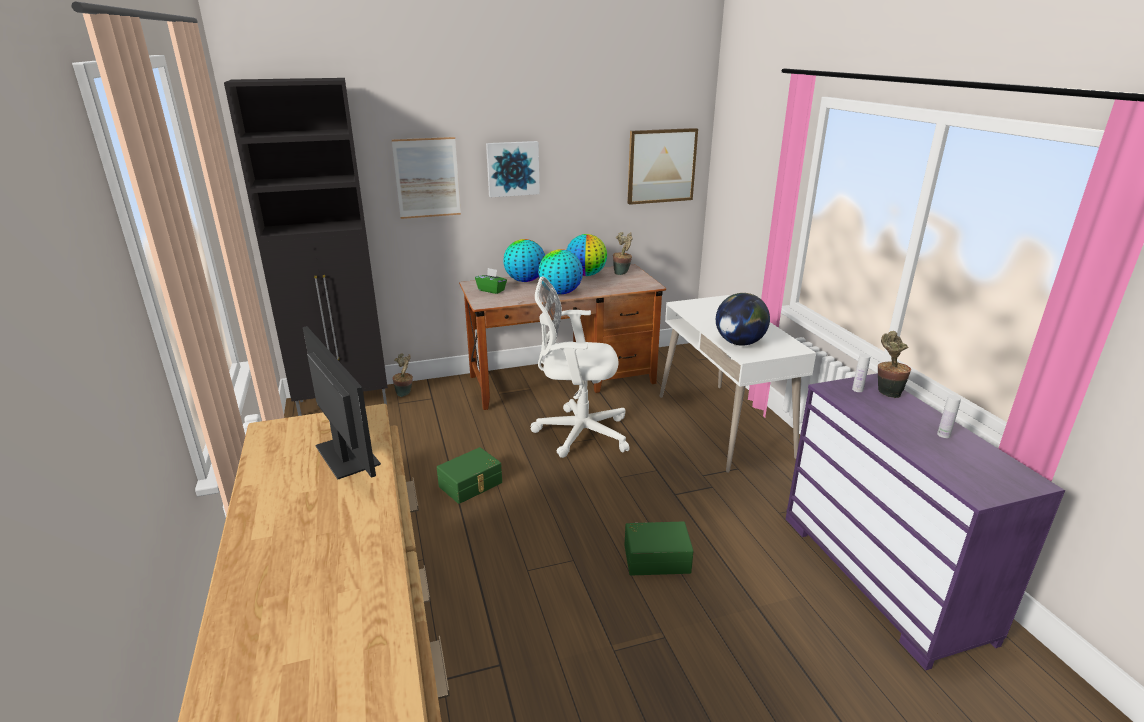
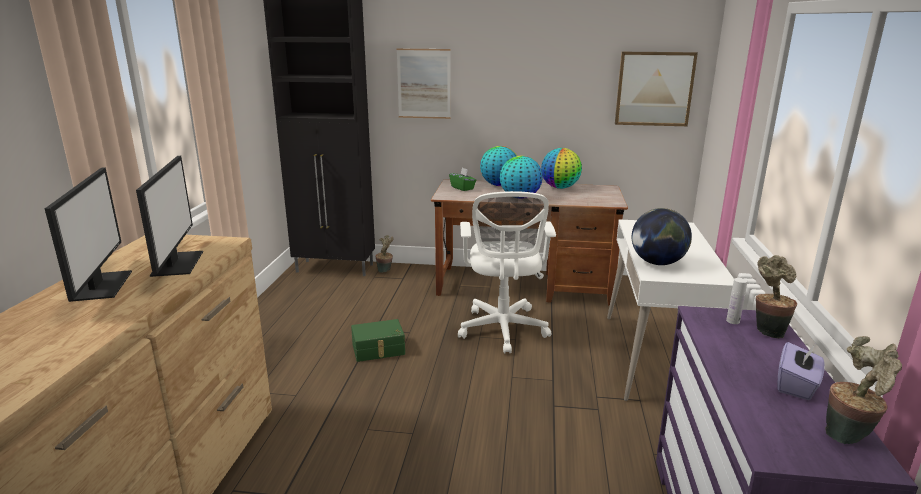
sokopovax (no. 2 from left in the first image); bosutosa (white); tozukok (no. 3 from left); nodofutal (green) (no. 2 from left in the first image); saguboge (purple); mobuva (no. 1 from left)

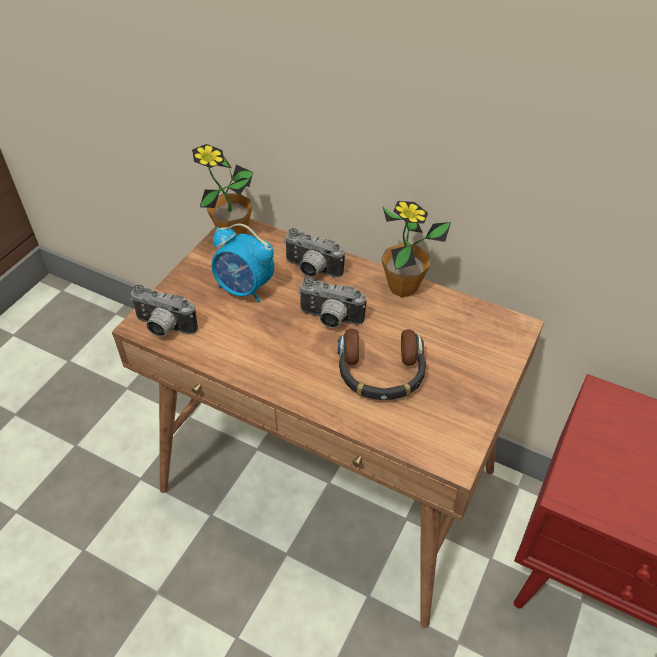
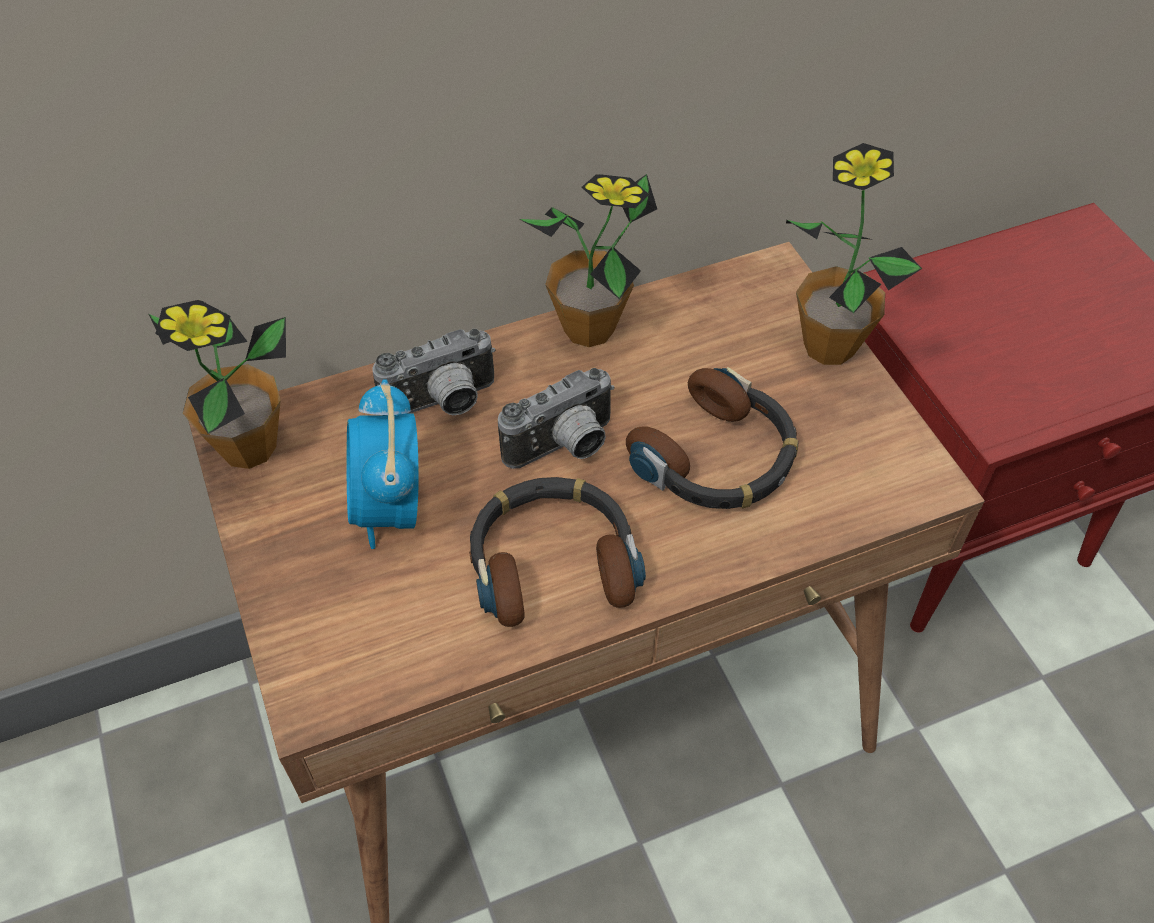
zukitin (no. 1 from left in the first image); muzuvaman; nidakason (no. 1 from left); tozukok (no. 3 from left)

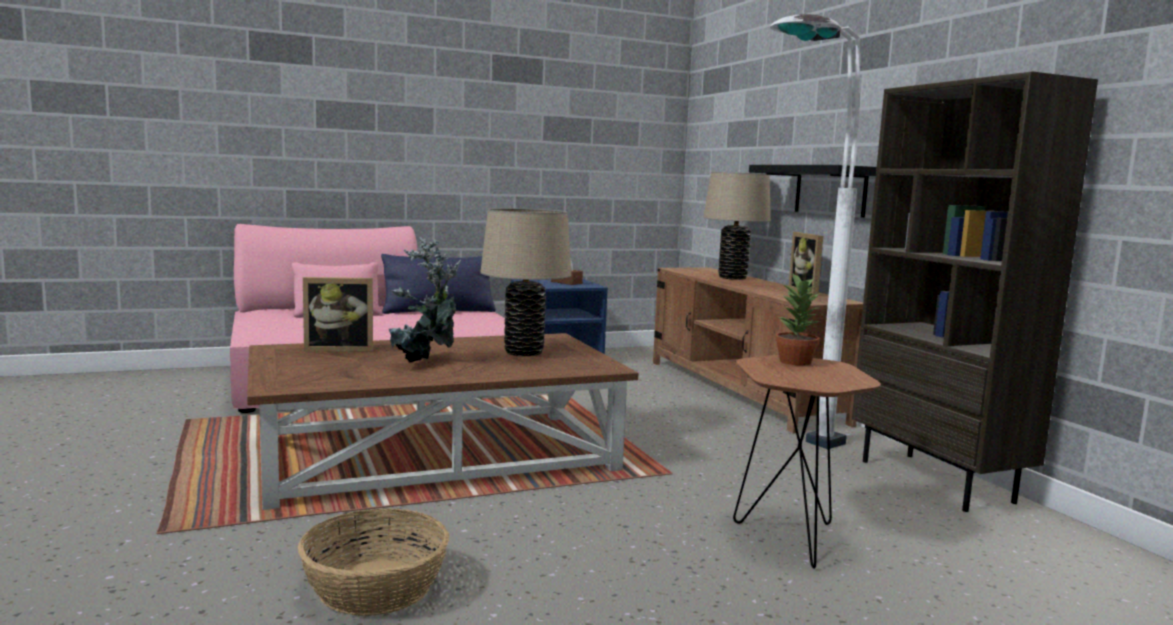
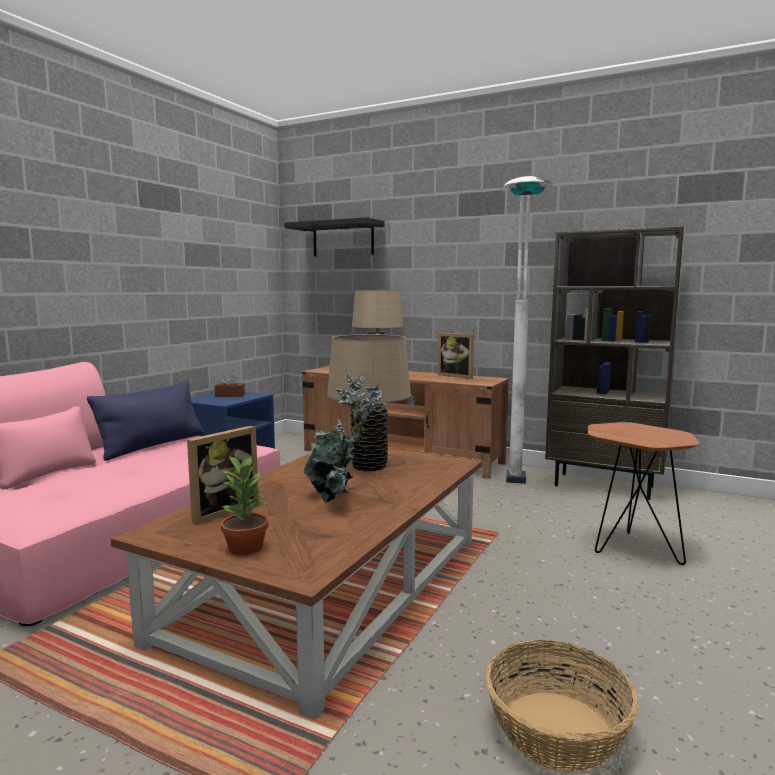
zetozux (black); tozukok (no. 1 from left)

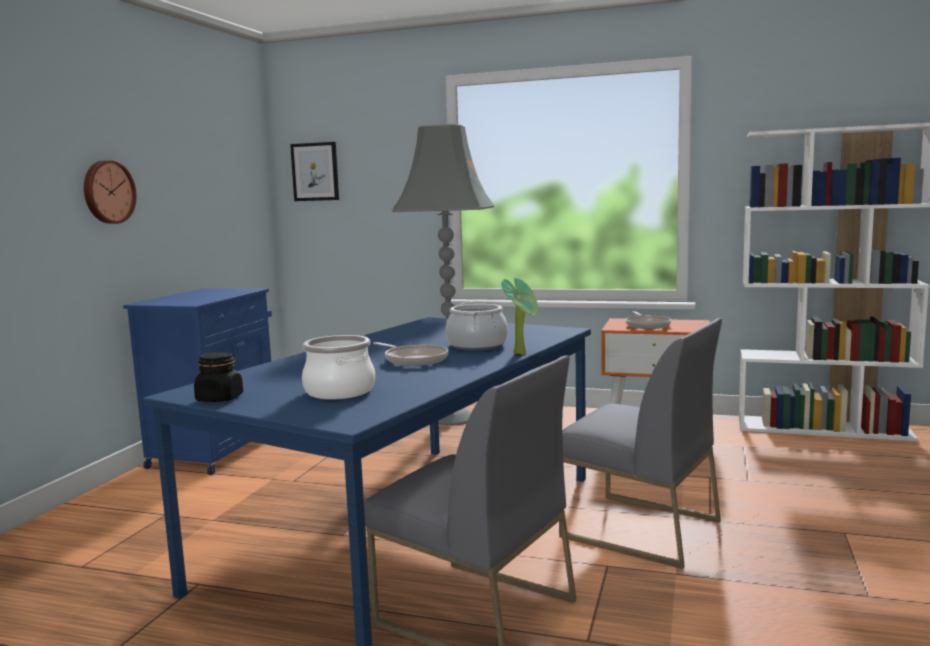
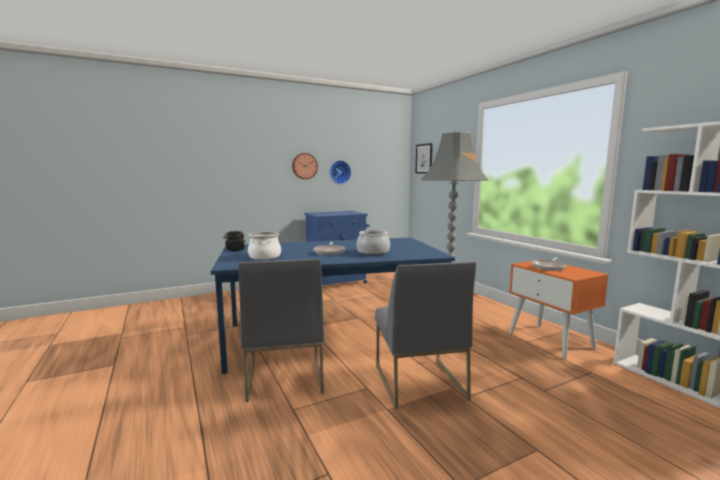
tozukok; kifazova (no. 2 from left)

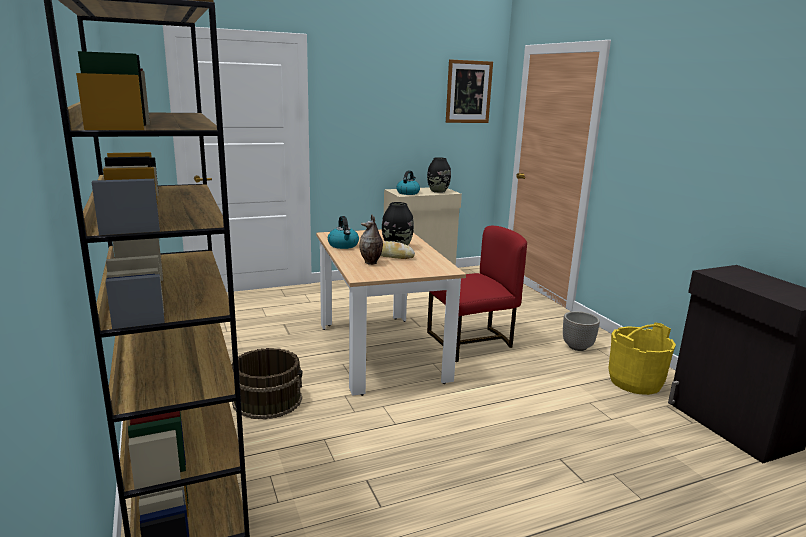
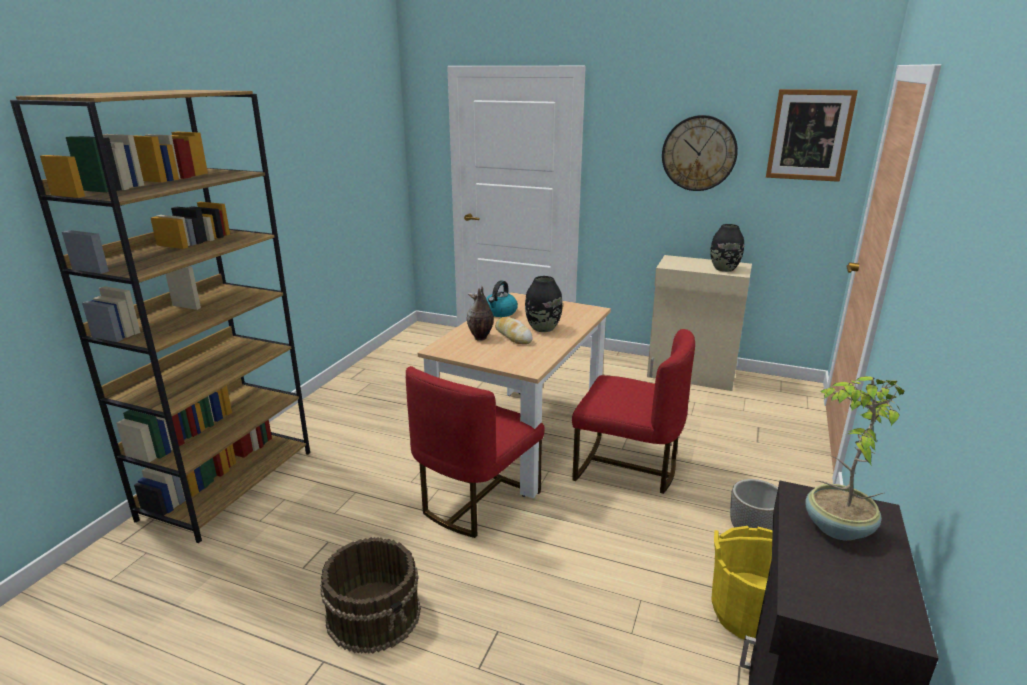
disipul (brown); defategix (no. 2 from left in the first image); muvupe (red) (no. 1 from left); kifazova; tozukok

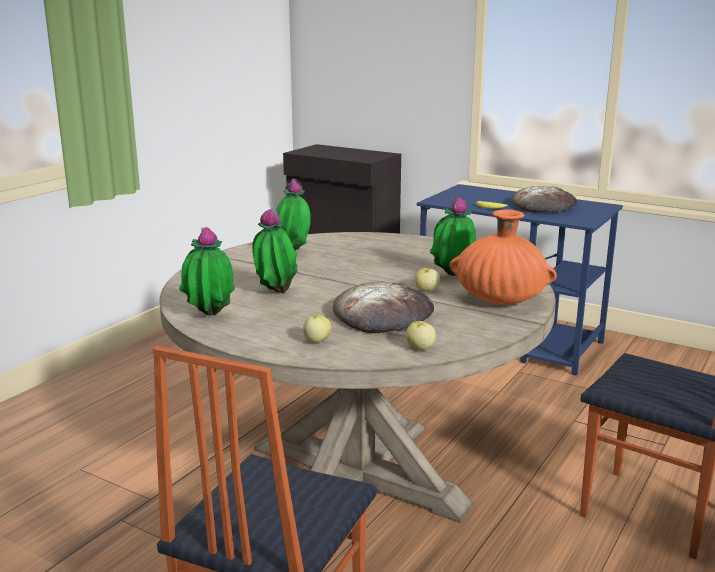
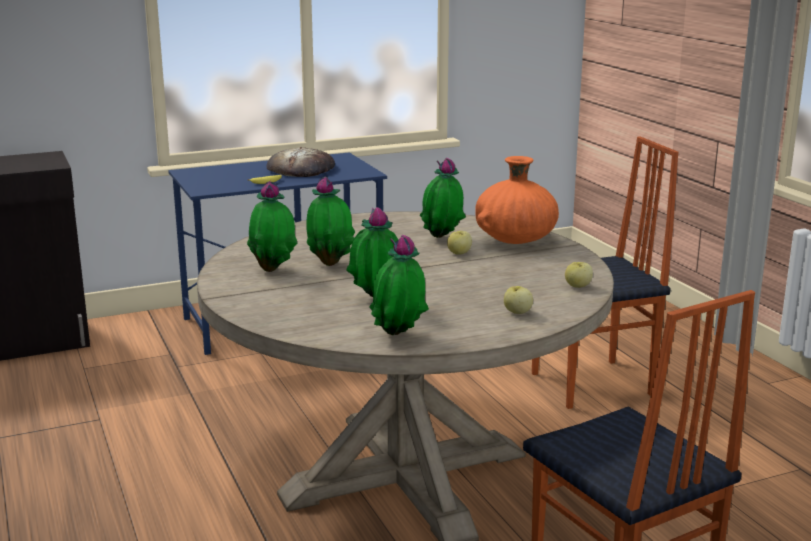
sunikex (no. 1 from left in the first image); tozukok (no. 2 from left)

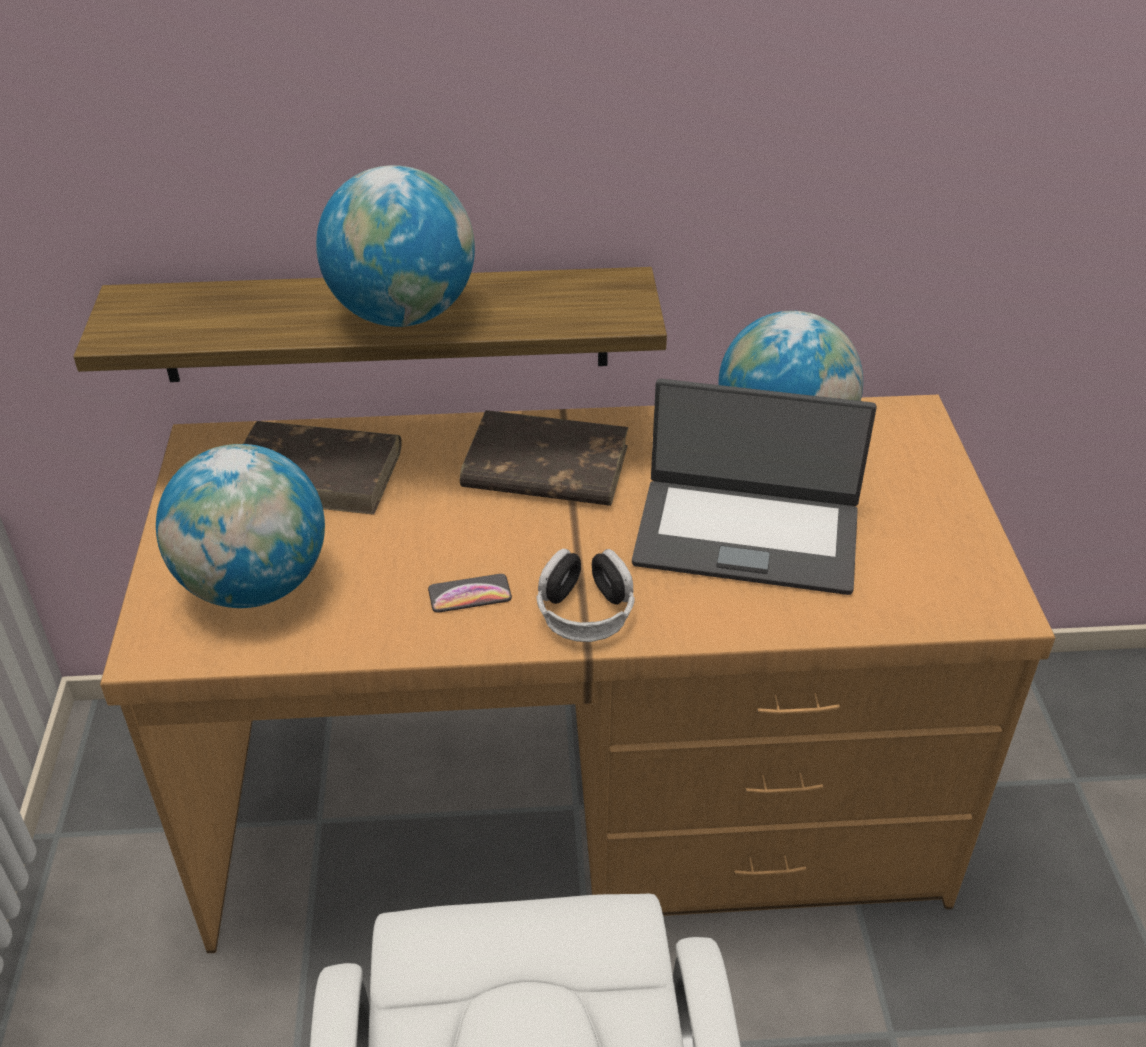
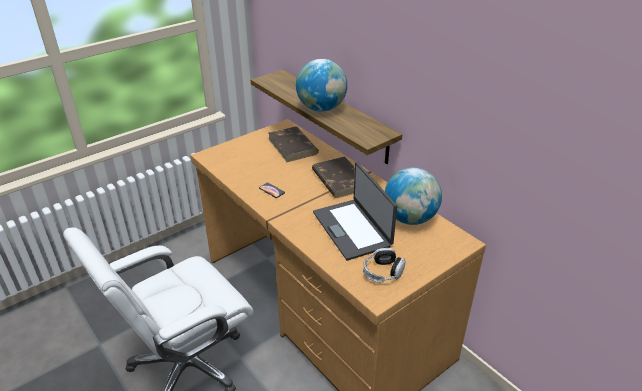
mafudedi (no. 1 from left in the first image); nidakason

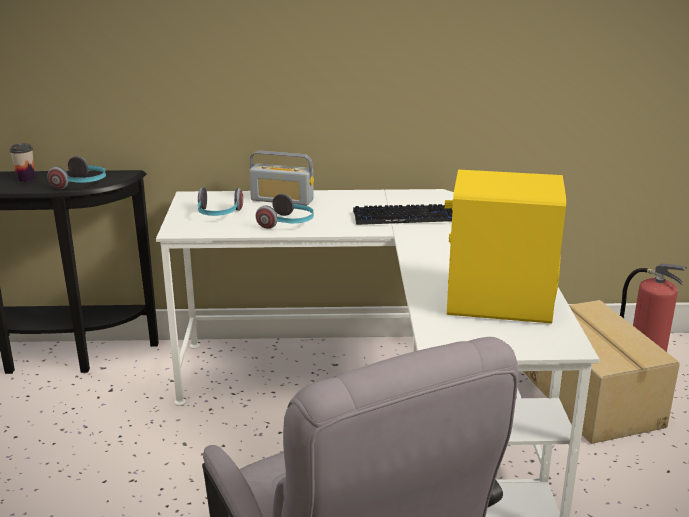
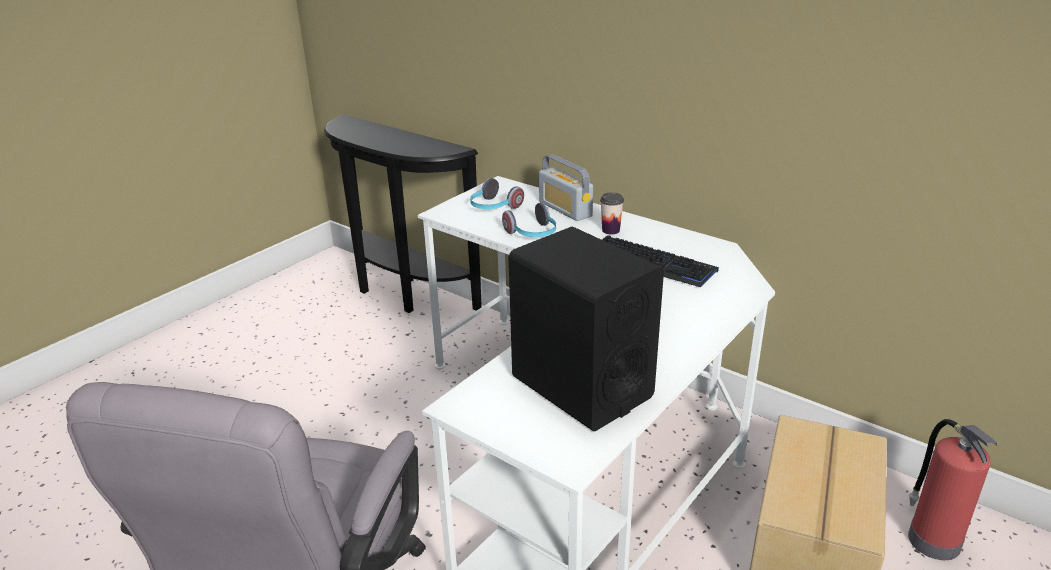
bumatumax; nidakason (no. 1 from left in the first image); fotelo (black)

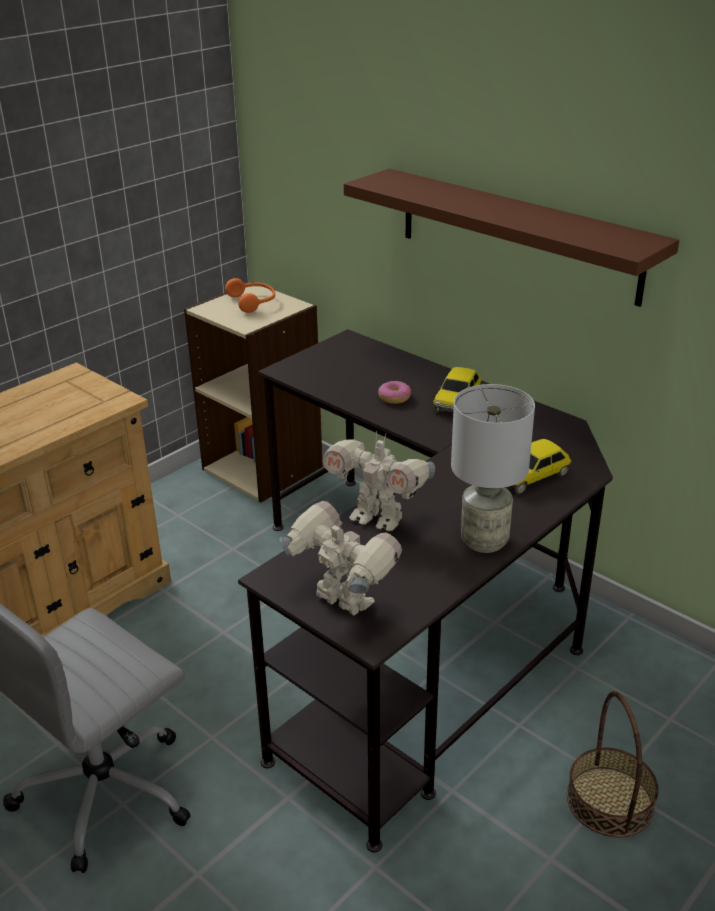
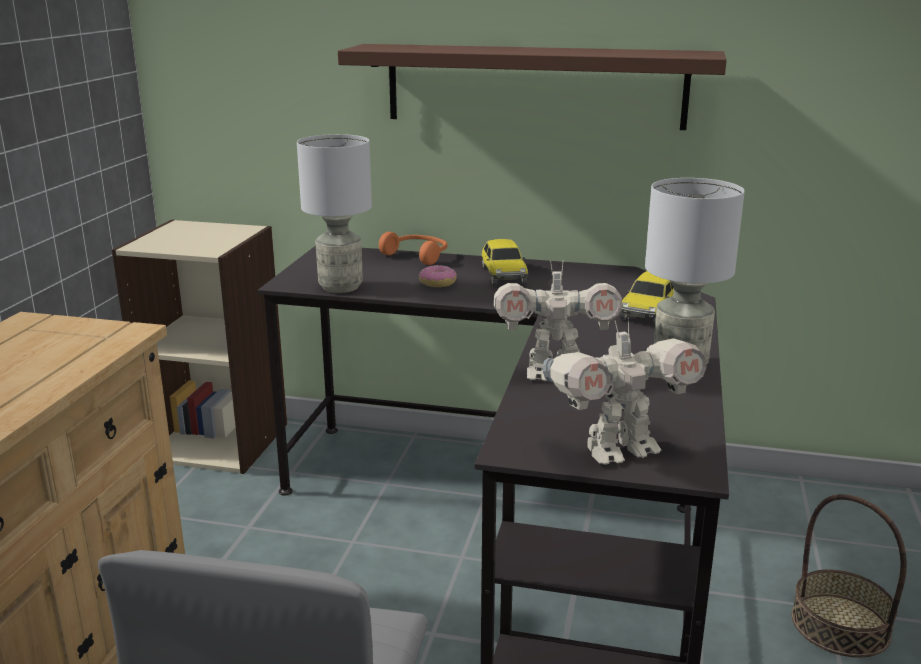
nidakason (orange); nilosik (no. 2 from left); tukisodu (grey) (no. 1 from left)

